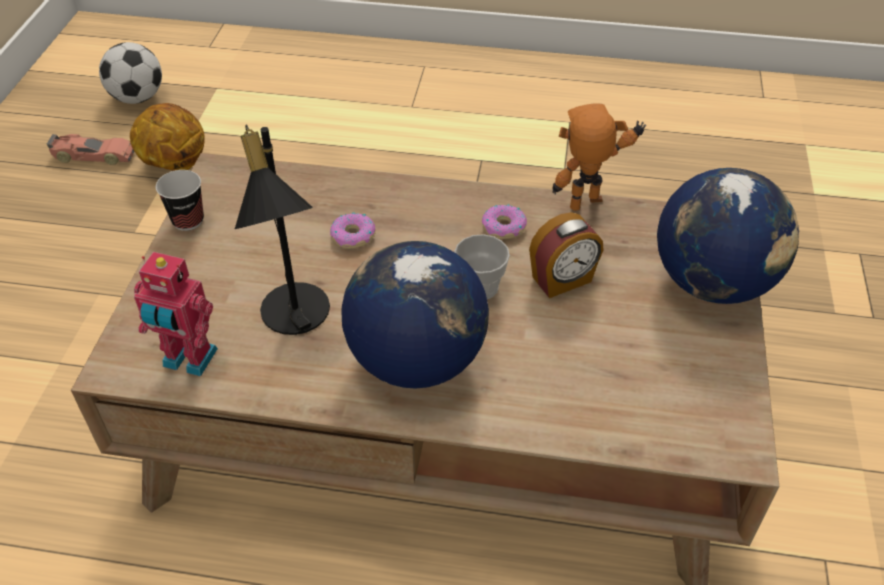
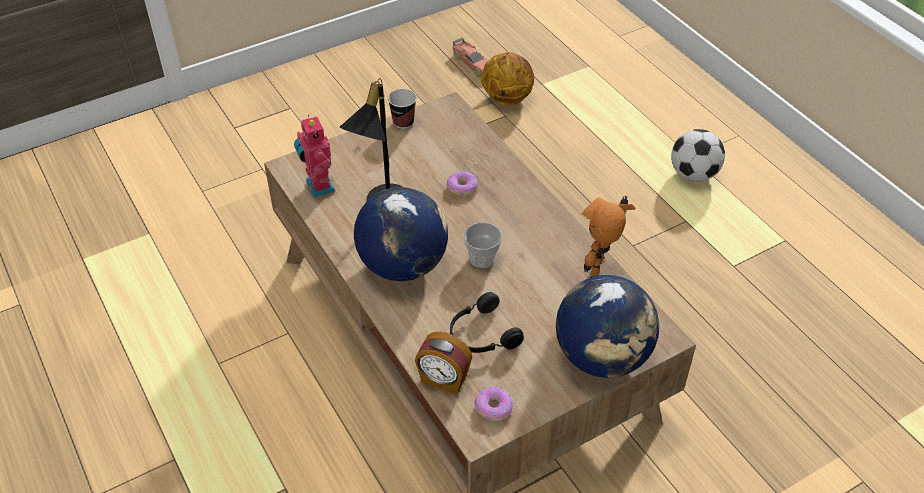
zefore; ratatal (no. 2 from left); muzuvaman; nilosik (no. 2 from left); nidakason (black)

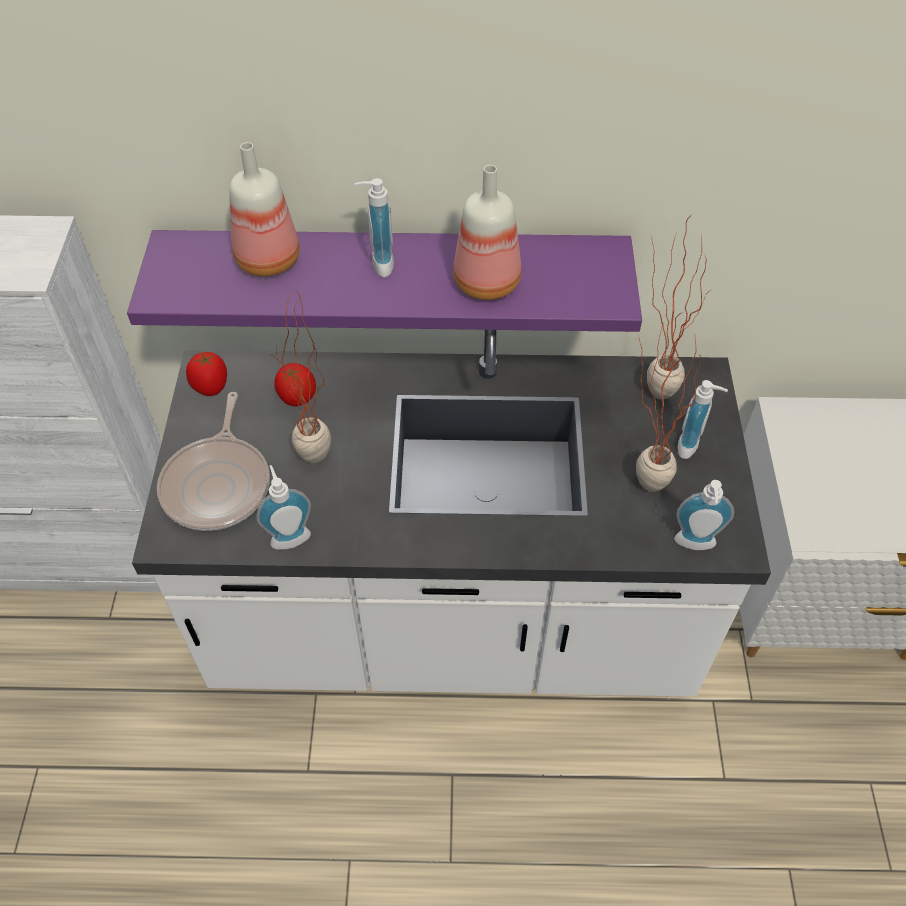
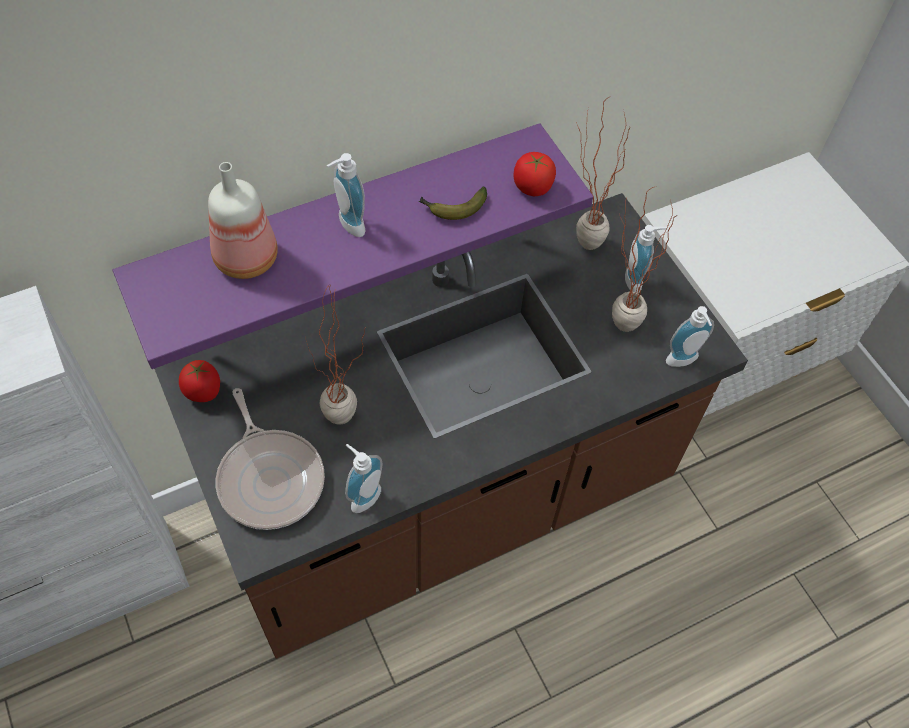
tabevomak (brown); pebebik (no. 2 from left); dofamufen

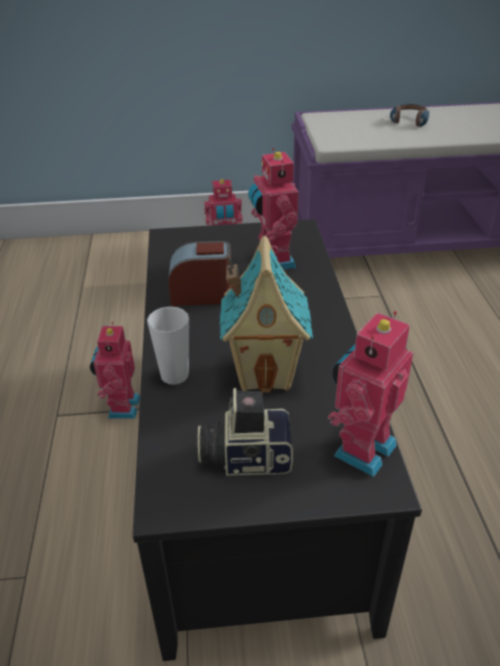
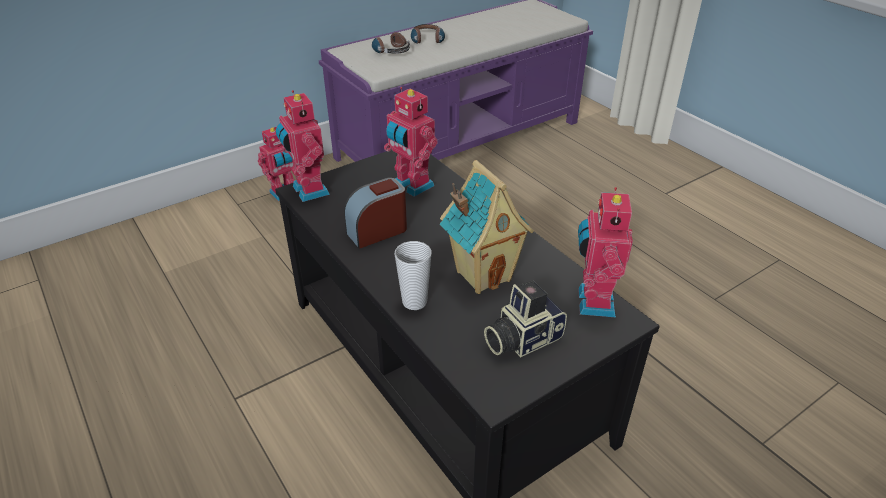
nilosik (no. 2 from left); nidakason (no. 1 from left)

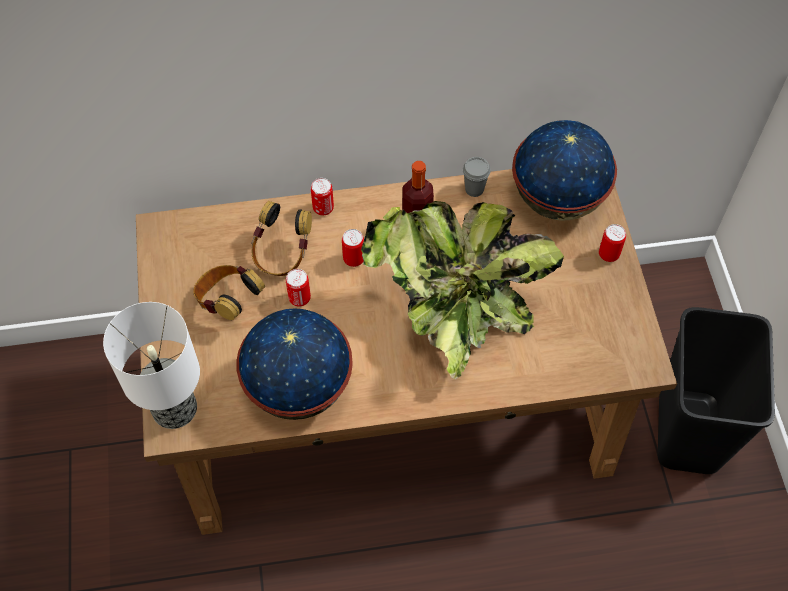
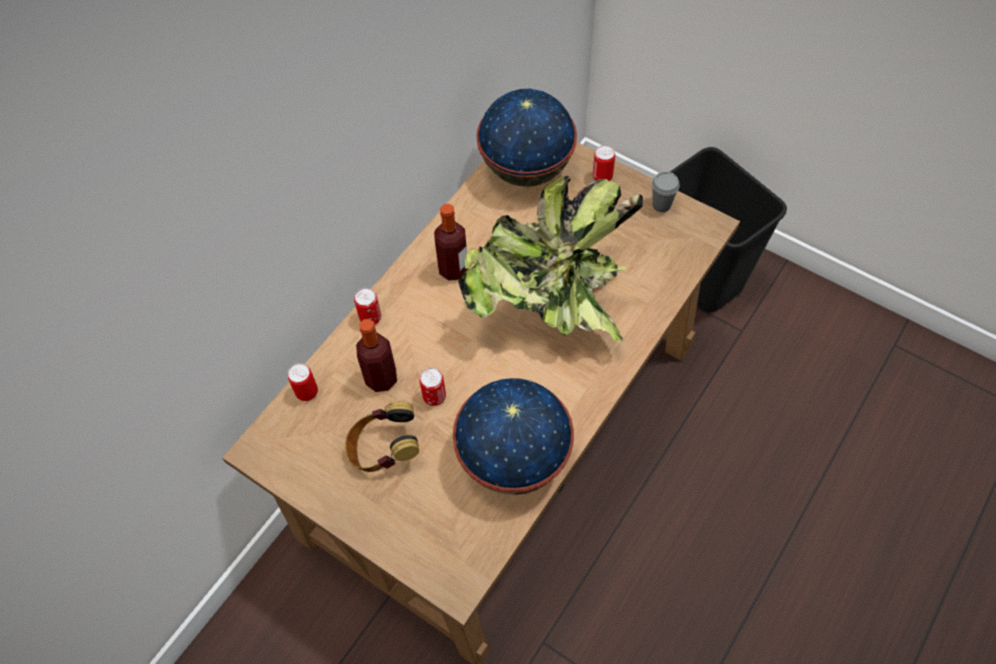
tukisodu; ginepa (no. 1 from left); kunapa (no. 1 from left); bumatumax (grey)

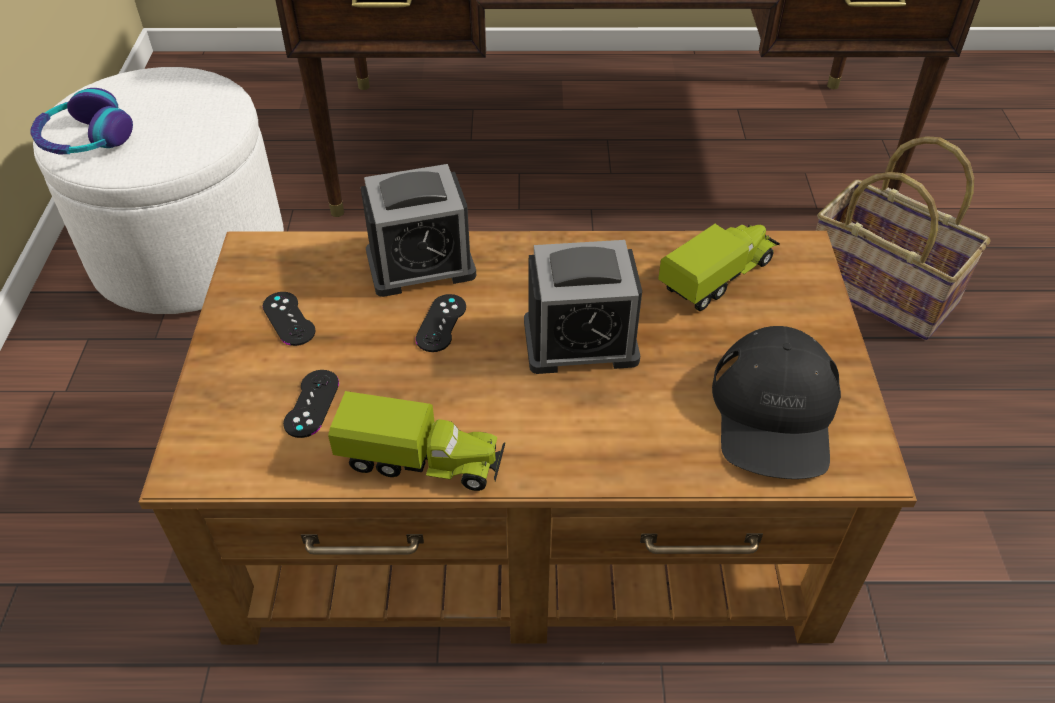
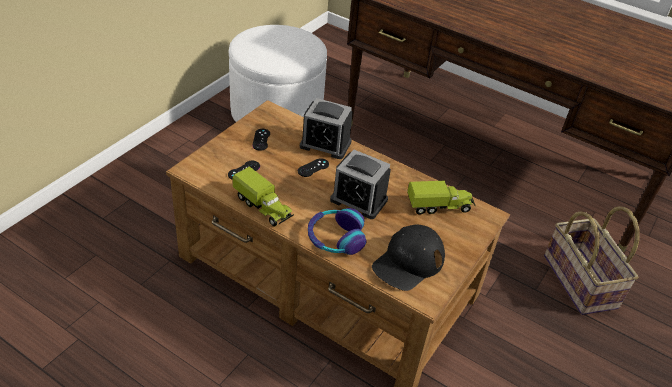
nidakason

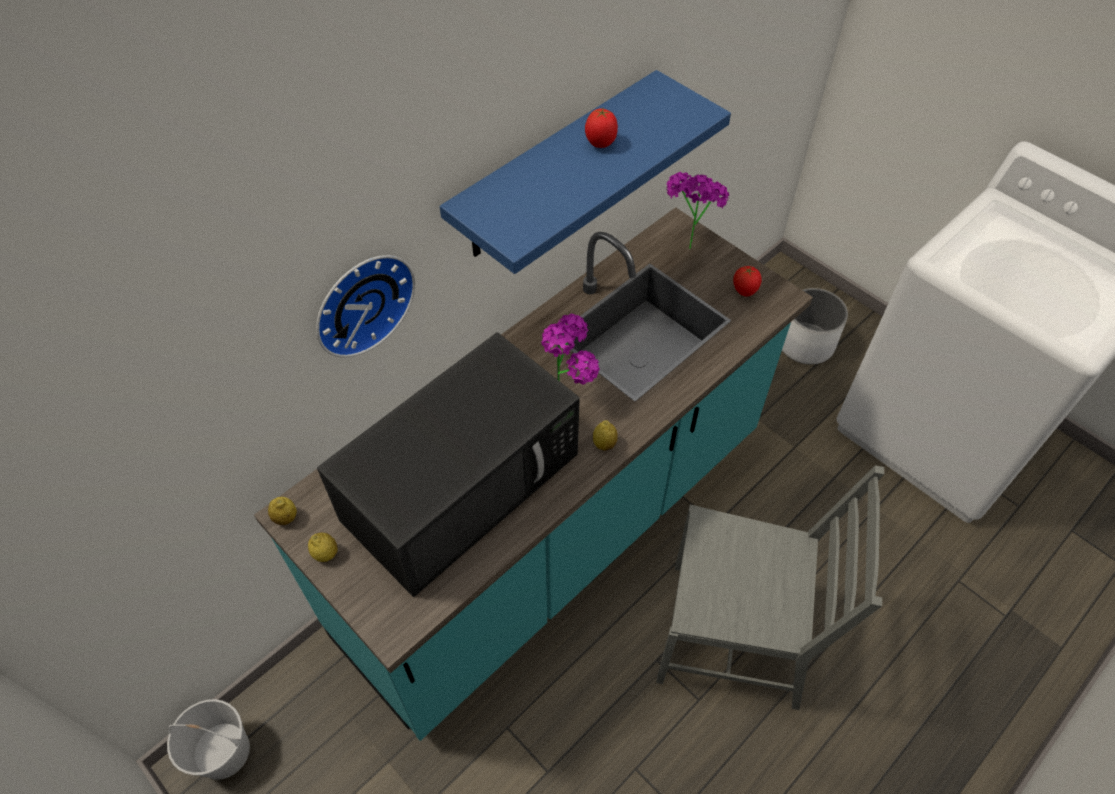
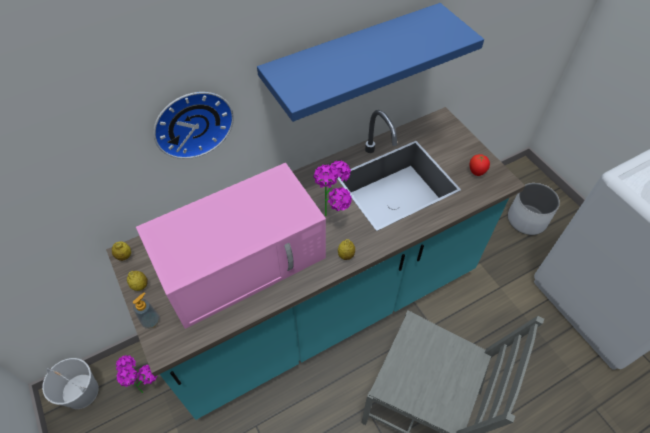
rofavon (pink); pebebik (no. 1 from left in the first image); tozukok (no. 1 from left); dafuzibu

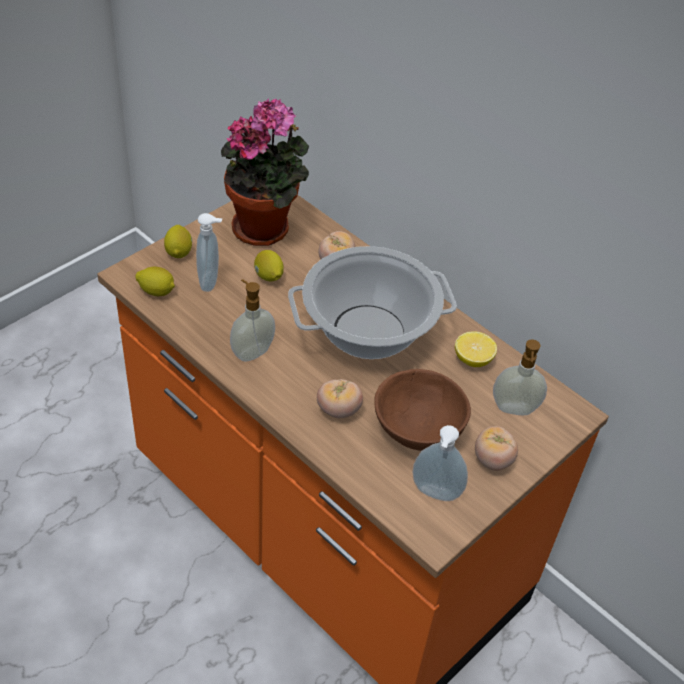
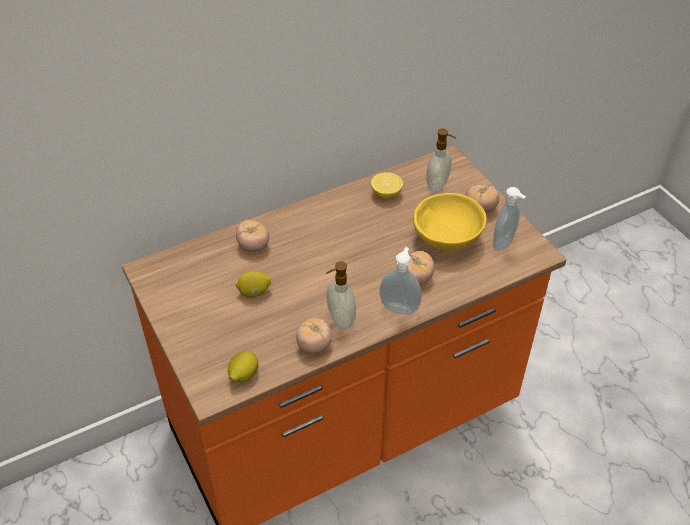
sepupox (no. 2 from left in the first image); dafuzibu (no. 2 from left); tozukok; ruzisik; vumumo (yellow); pebebik (no. 2 from left)

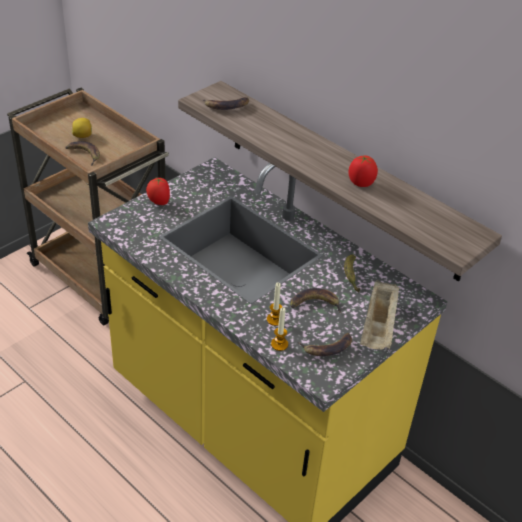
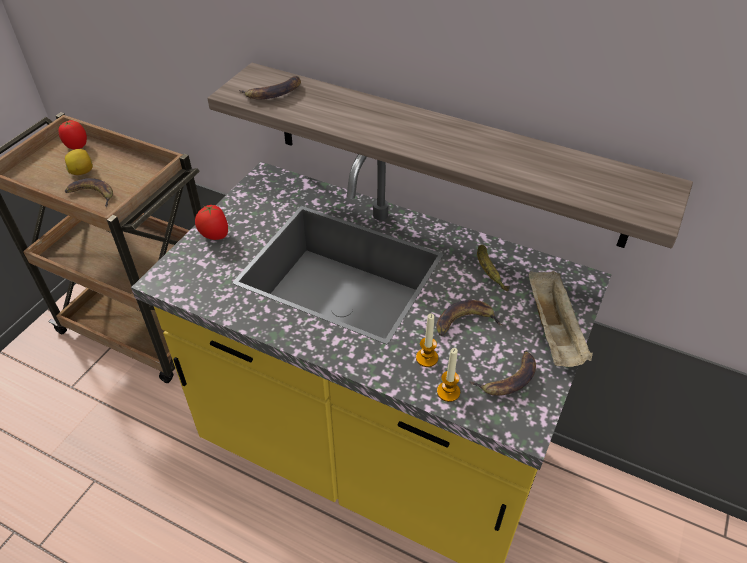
pebebik (no. 1 from left)

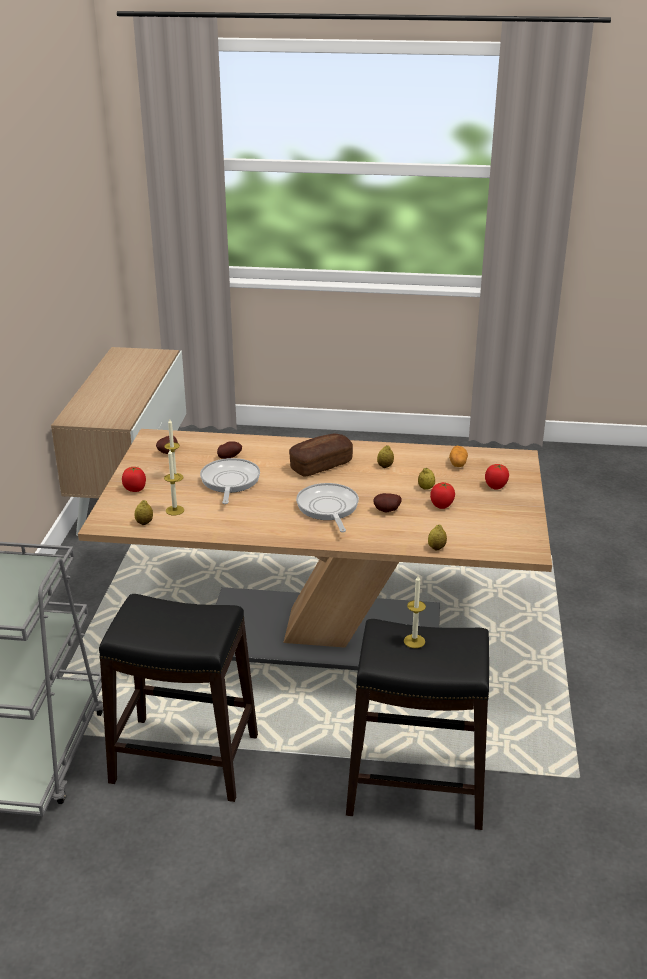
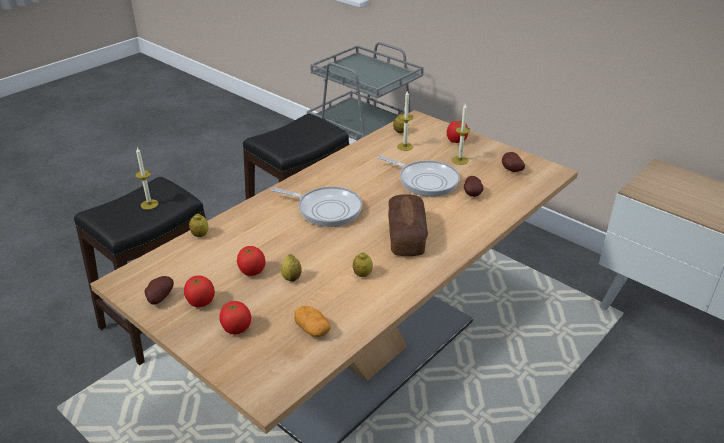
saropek (no. 1 from left); pebebik (no. 1 from left)

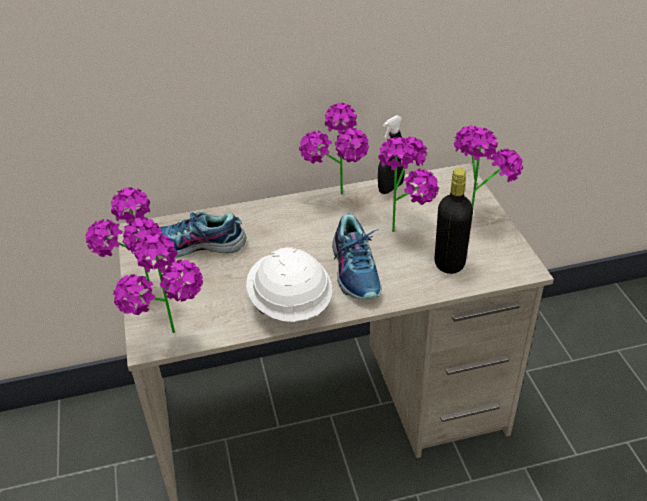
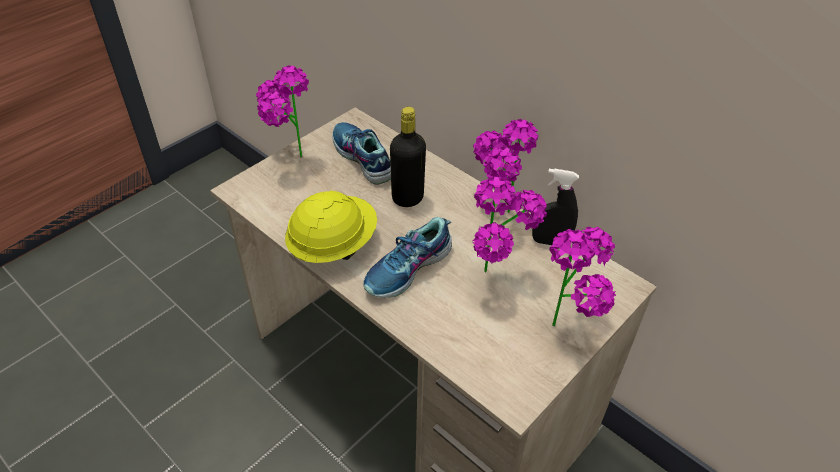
tozukok (no. 2 from left in the first image); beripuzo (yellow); ginepa (black)

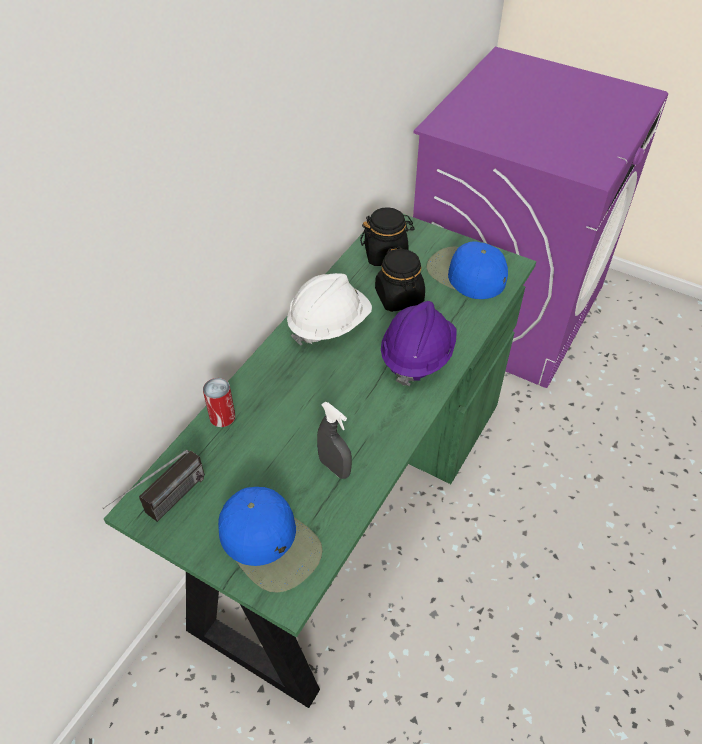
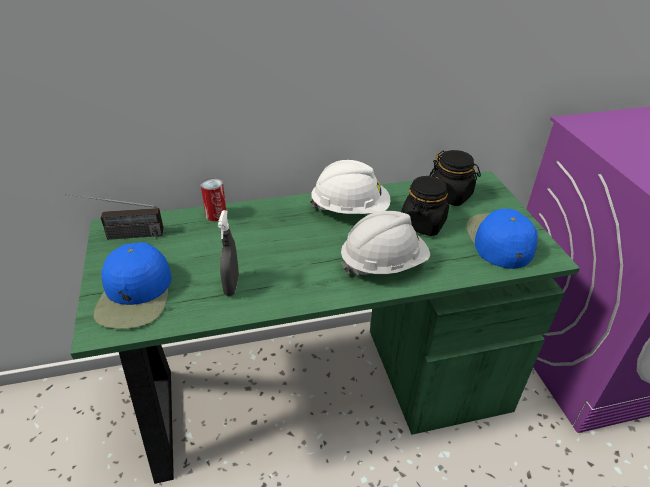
beripuzo (white) (no. 2 from left)

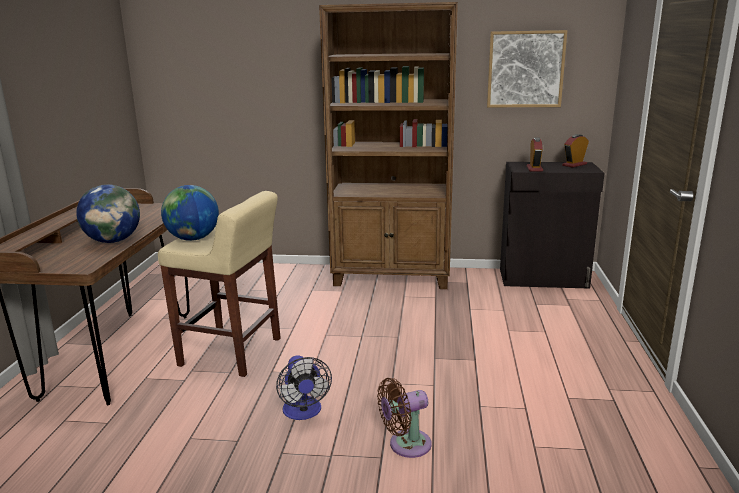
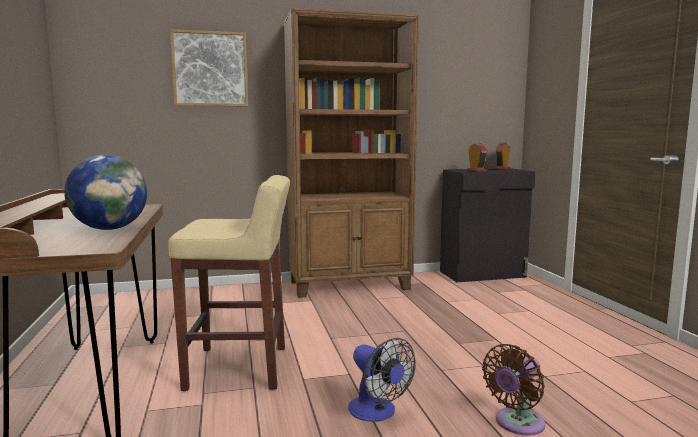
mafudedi (no. 2 from left in the first image); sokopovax

